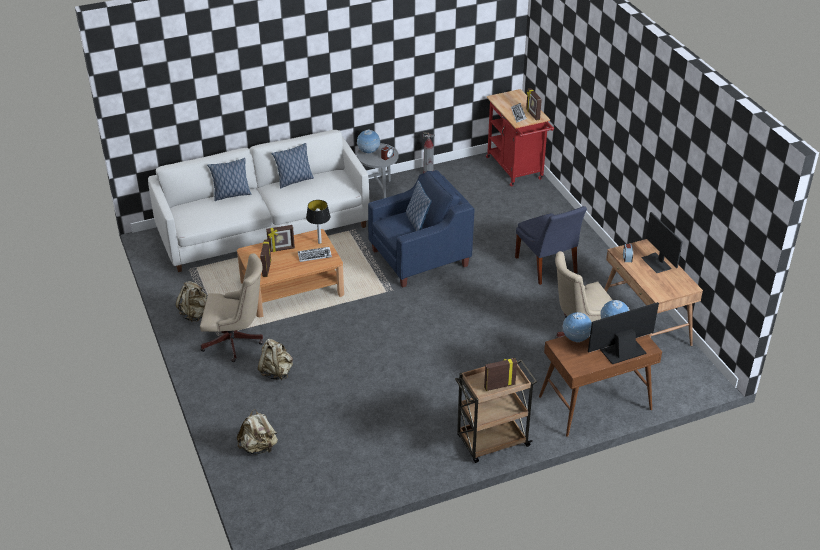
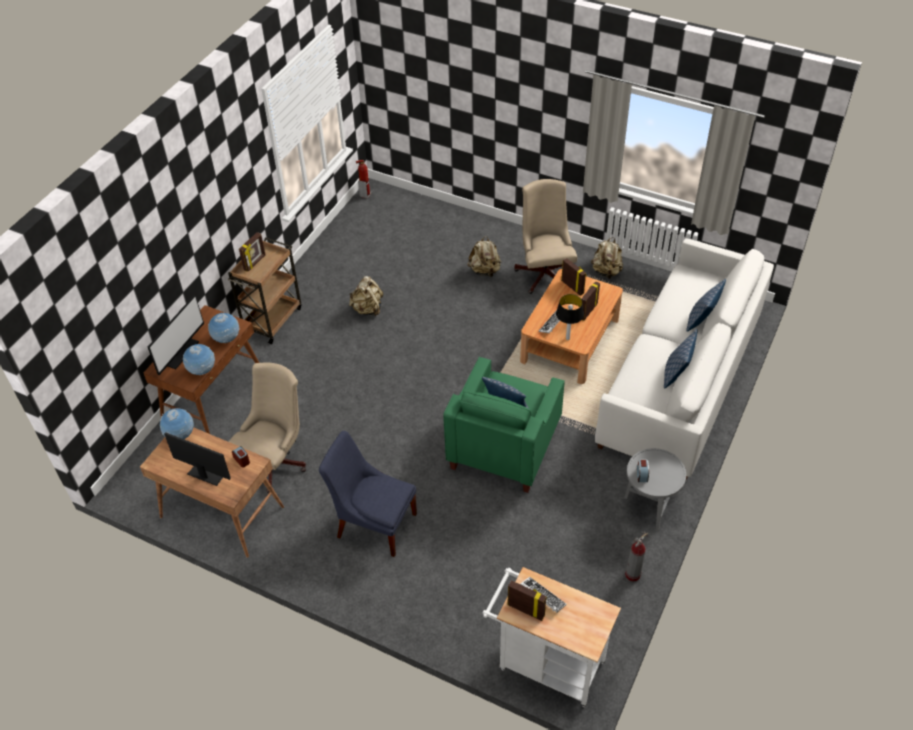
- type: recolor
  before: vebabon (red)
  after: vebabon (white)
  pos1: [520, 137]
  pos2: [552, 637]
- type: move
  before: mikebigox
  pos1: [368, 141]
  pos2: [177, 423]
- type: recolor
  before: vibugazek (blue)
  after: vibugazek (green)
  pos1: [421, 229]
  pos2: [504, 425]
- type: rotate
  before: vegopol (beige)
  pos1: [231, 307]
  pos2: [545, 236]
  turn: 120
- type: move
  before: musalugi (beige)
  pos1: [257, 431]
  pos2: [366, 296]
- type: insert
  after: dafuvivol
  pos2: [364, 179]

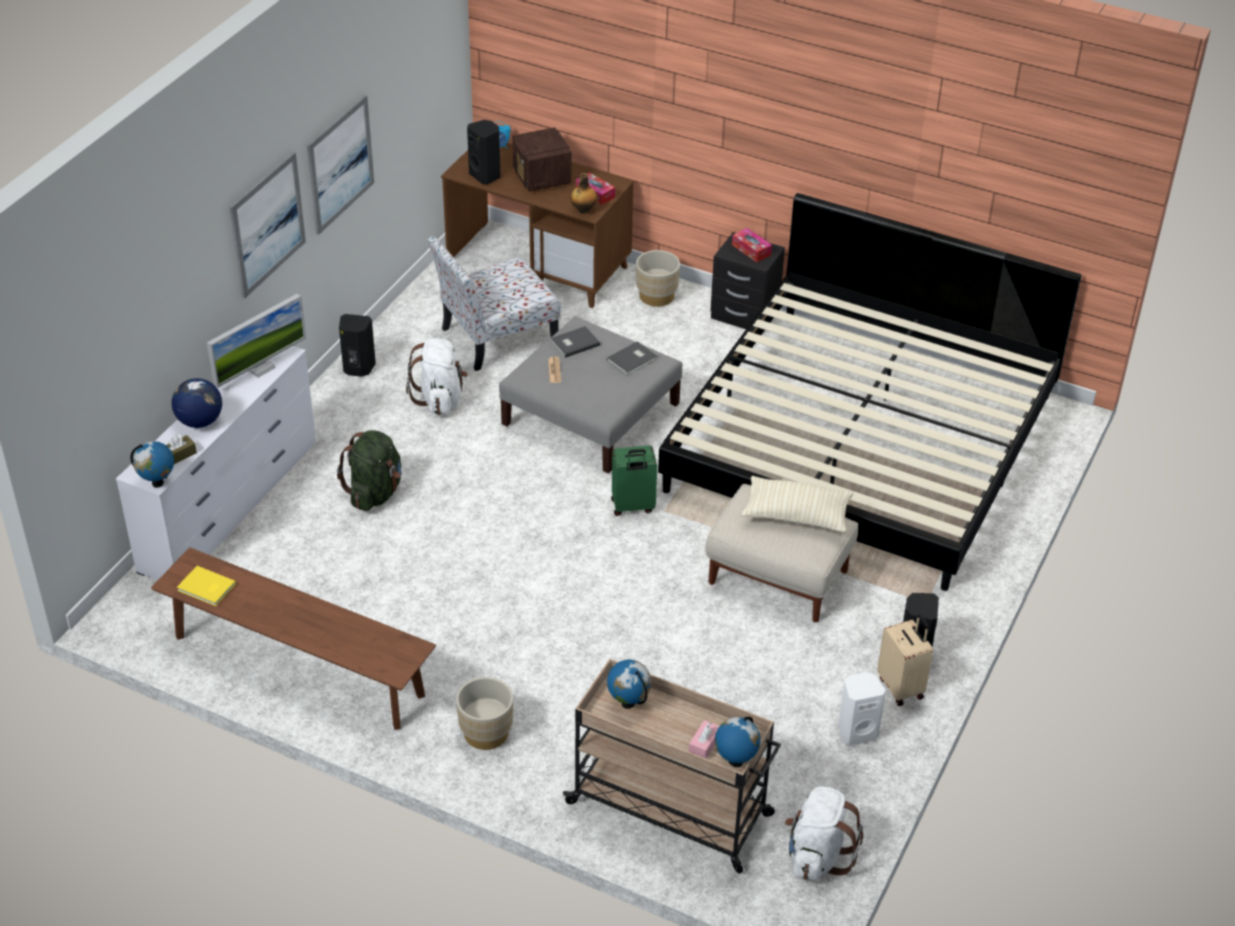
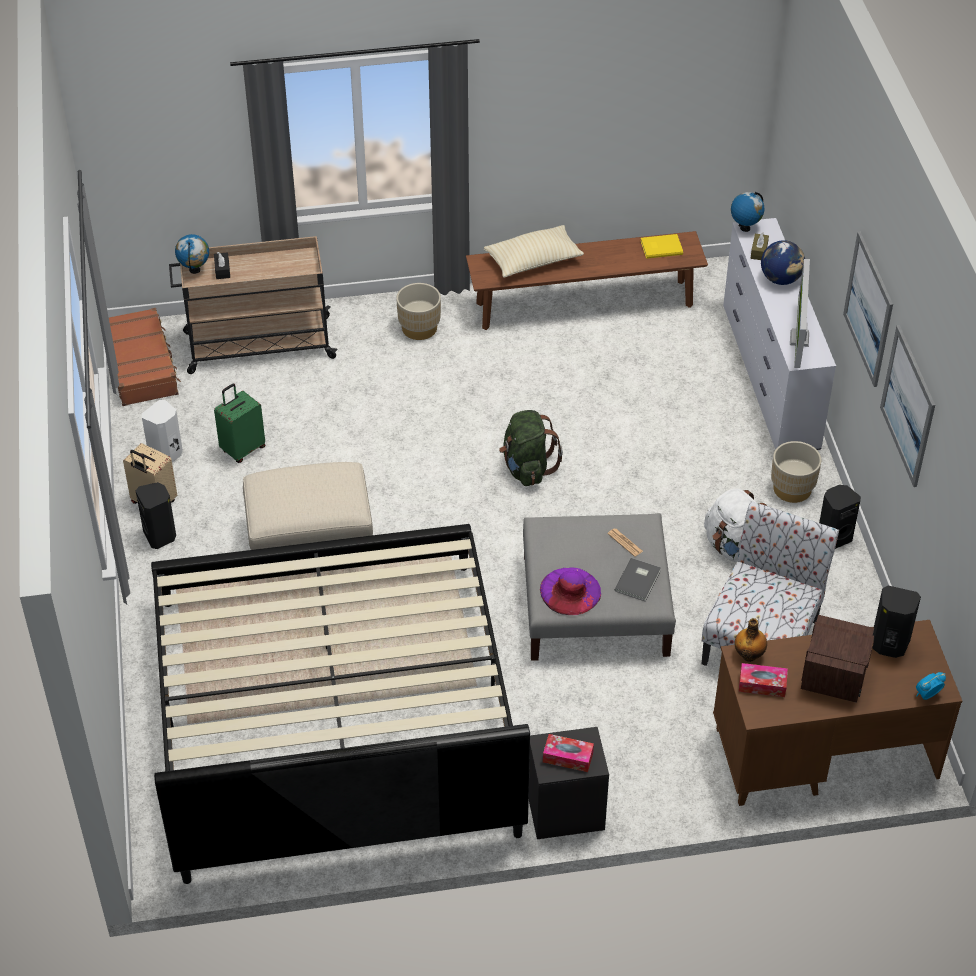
- type: rotate
  before: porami
  pos1: [542, 159]
  pos2: [837, 659]
  turn: 75
- type: move
  before: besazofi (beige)
  pos1: [658, 278]
  pos2: [796, 472]
- type: replace
  before: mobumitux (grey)
  after: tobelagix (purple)
  pos1: [632, 358]
  pos2: [570, 591]
- type: move
  before: musalugi (green)
  pos1: [369, 470]
  pos2: [531, 448]
- type: move
  before: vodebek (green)
  pos1: [634, 481]
  pos2: [239, 423]
- type: move
  before: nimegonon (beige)
  pos1: [797, 504]
  pos2: [534, 251]
- type: delete
  before: mikebigox
  pos1: [629, 684]
- type: recolor
  before: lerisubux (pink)
  after: lerisubux (black)
  pos1: [704, 739]
  pos2: [222, 265]
- type: replace
  before: musalugi (white)
  after: vodebek (brown)
  pos1: [824, 834]
  pos2: [145, 357]

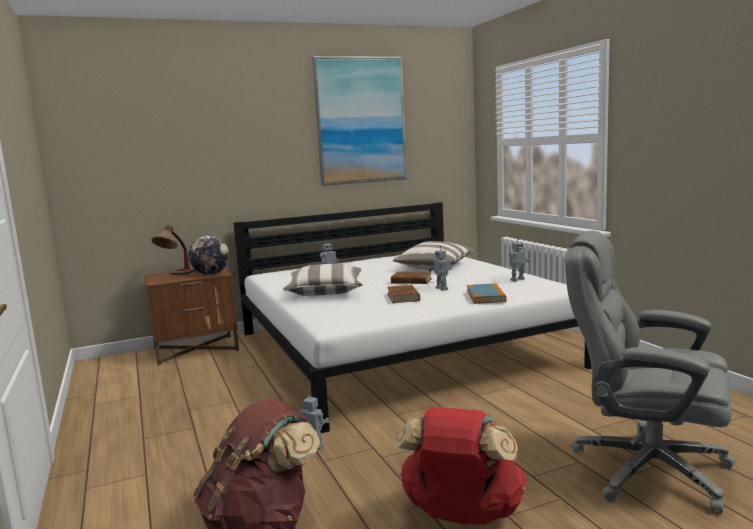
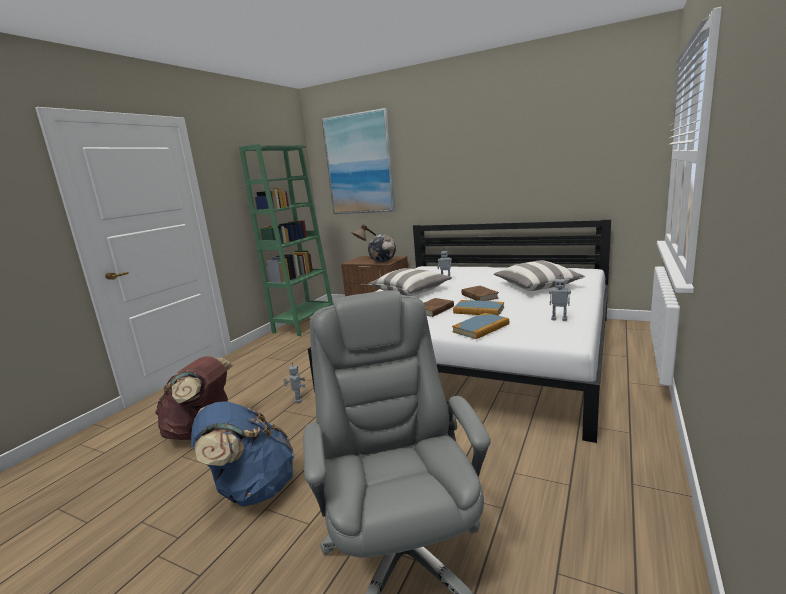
- type: move
  before: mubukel
  pos1: [359, 121]
  pos2: [358, 161]
- type: replace
  before: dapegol
  after: mobumitux
  pos1: [440, 268]
  pos2: [478, 308]
- type: recolor
  before: musalugi (red)
  after: musalugi (blue)
  pos1: [461, 466]
  pos2: [242, 454]
- type: insert
  after: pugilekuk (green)
  pos2: [286, 240]

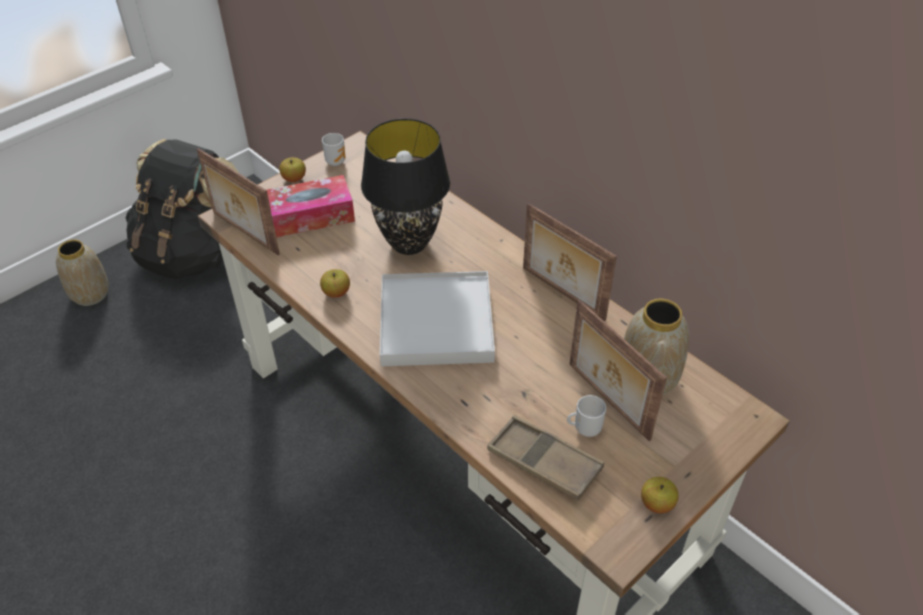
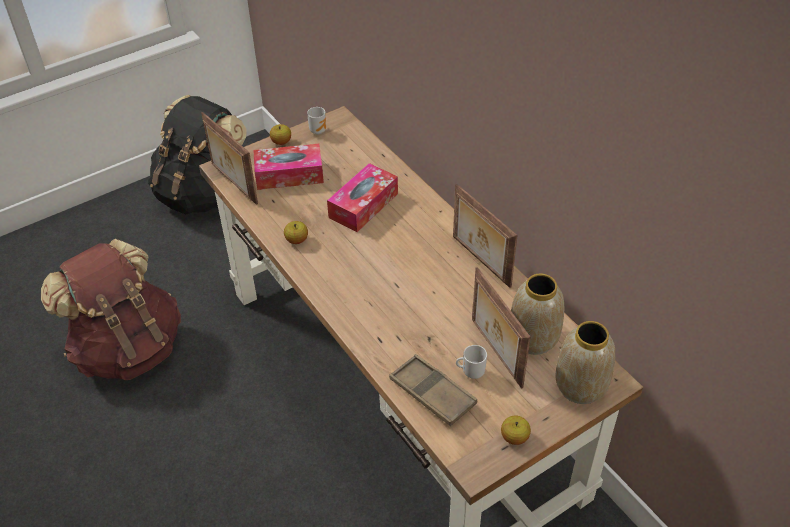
- type: replace
  before: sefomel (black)
  after: lerisubux
  pos1: [405, 186]
  pos2: [362, 197]
- type: move
  before: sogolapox
  pos1: [82, 273]
  pos2: [585, 362]
- type: delete
  before: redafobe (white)
  pos1: [437, 318]
- type: insert
  after: musalugi (brown)
  pos2: [111, 309]

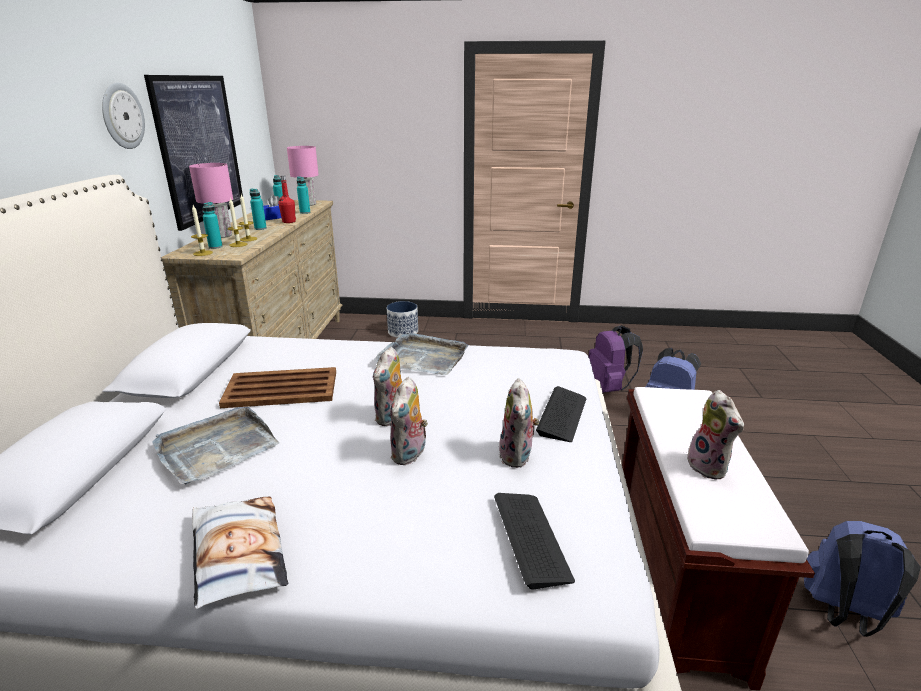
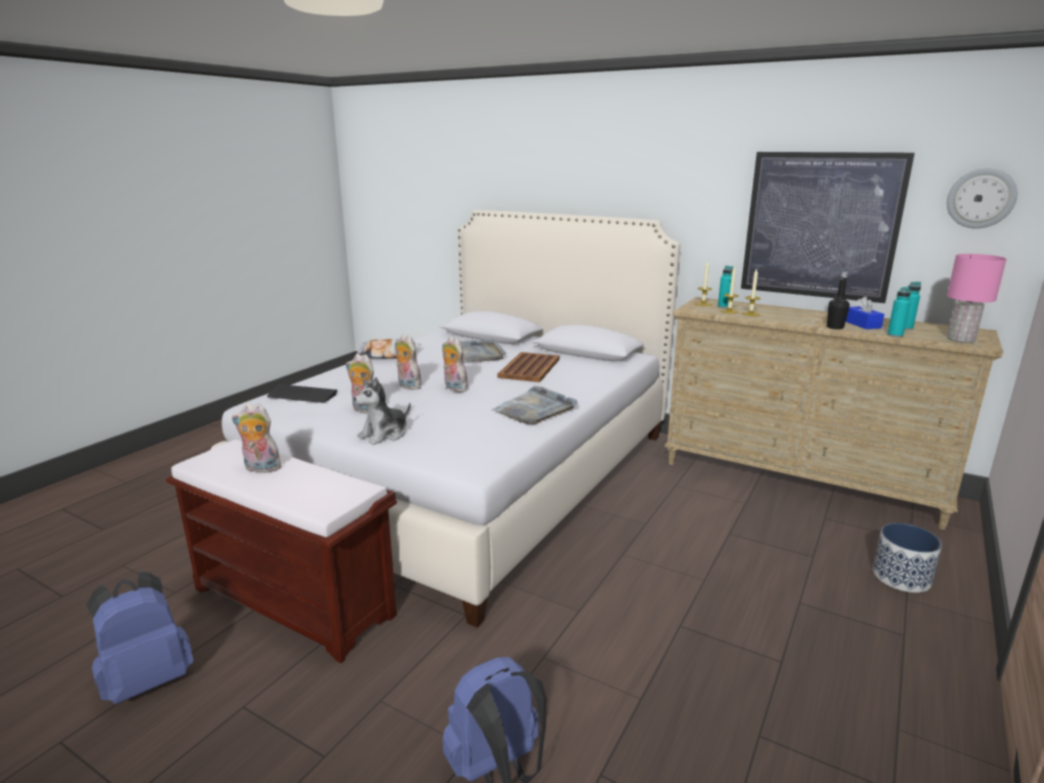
- type: move
  before: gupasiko
  pos1: [123, 116]
  pos2: [982, 198]
- type: delete
  before: sefomel (pink)
  pos1: [211, 200]
- type: recolor
  before: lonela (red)
  after: lonela (black)
  pos1: [287, 199]
  pos2: [838, 300]
- type: delete
  before: lonela (turquoise)
  pos1: [258, 209]
- type: delete
  before: musalugi (purple)
  pos1: [616, 359]
- type: replace
  before: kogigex
  after: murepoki
  pos1: [561, 414]
  pos2: [382, 411]

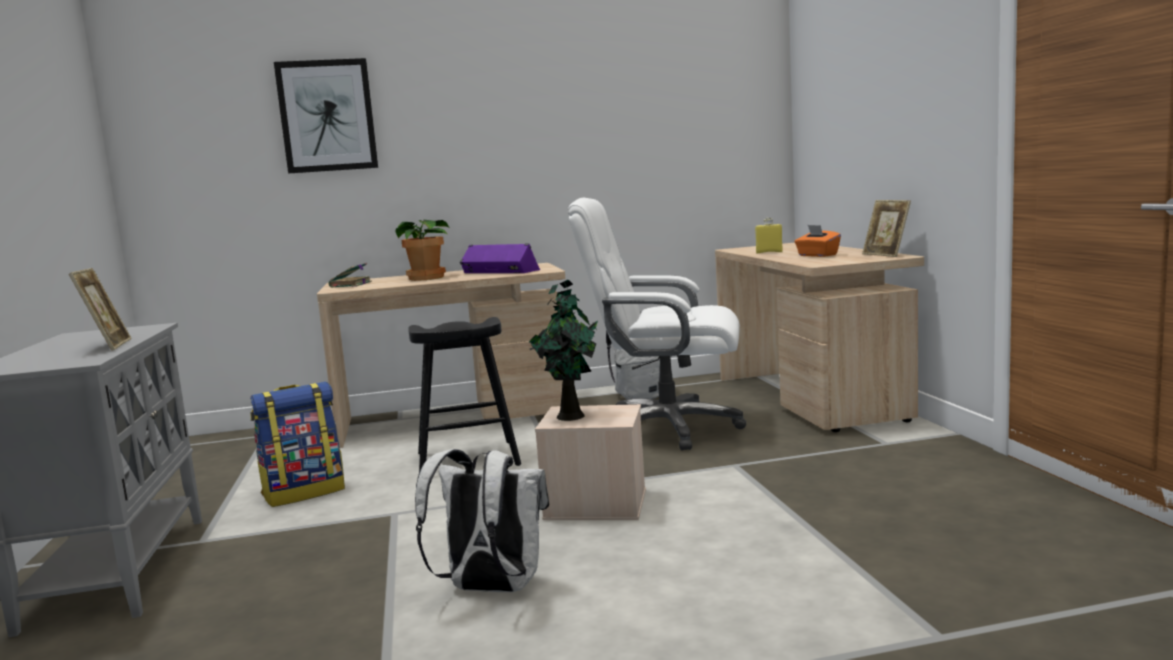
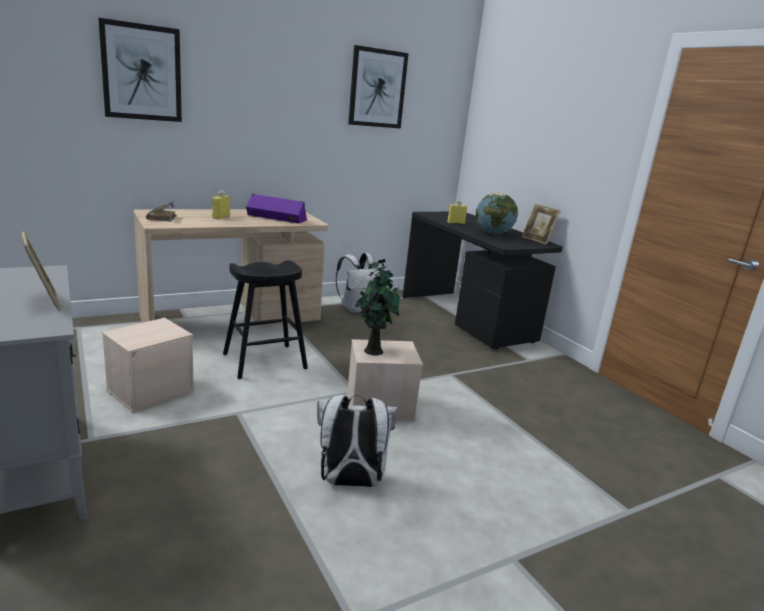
- type: delete
  before: vegopol (white)
  pos1: [657, 324]
- type: replace
  before: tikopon
  after: lonela (yellow)
  pos1: [422, 250]
  pos2: [221, 205]
- type: replace
  before: lerisubux (orange)
  after: mikebigox
  pos1: [818, 241]
  pos2: [497, 213]
- type: recolor
  before: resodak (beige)
  after: resodak (black)
  pos1: [819, 337]
  pos2: [483, 280]
- type: replace
  before: musalugi
  after: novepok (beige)
  pos1: [297, 444]
  pos2: [148, 365]
- type: insert
  after: mubukel
  pos2: [378, 87]

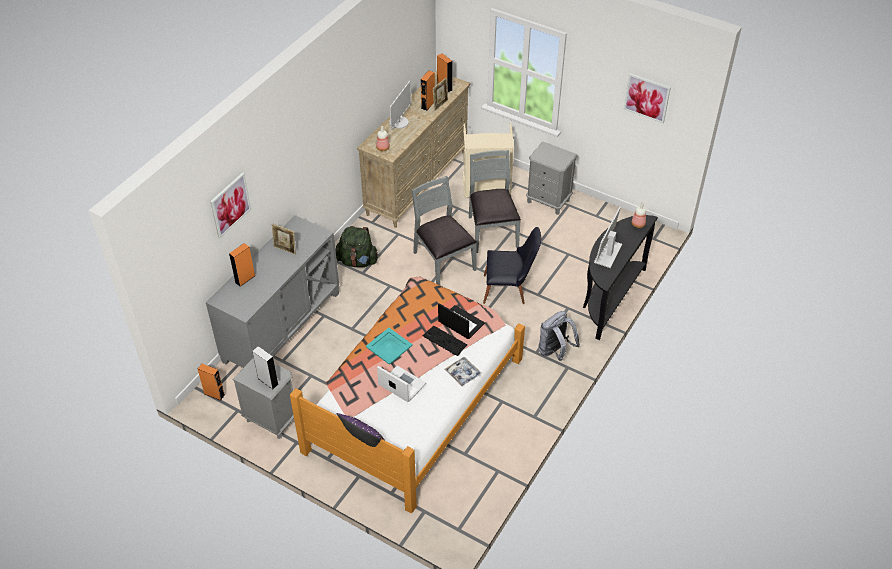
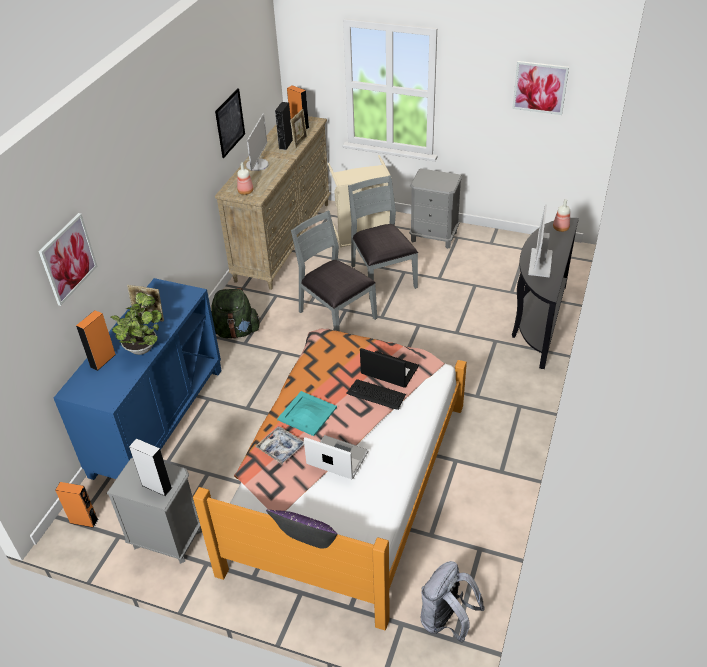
- type: recolor
  before: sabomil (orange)
  after: sabomil (black)
  pos1: [427, 90]
  pos2: [284, 126]
- type: recolor
  before: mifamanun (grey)
  after: mifamanun (blue)
  pos1: [272, 291]
  pos2: [137, 379]
- type: delete
  before: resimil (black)
  pos1: [512, 265]
- type: move
  before: musalugi (grey)
  pos1: [559, 336]
  pos2: [452, 602]
- type: move
  before: redafobe
  pos1: [463, 371]
  pos2: [279, 445]
- type: insert
  after: mubukel
  pos2: [230, 123]
- type: insert
  after: tikopon
  pos2: [136, 323]

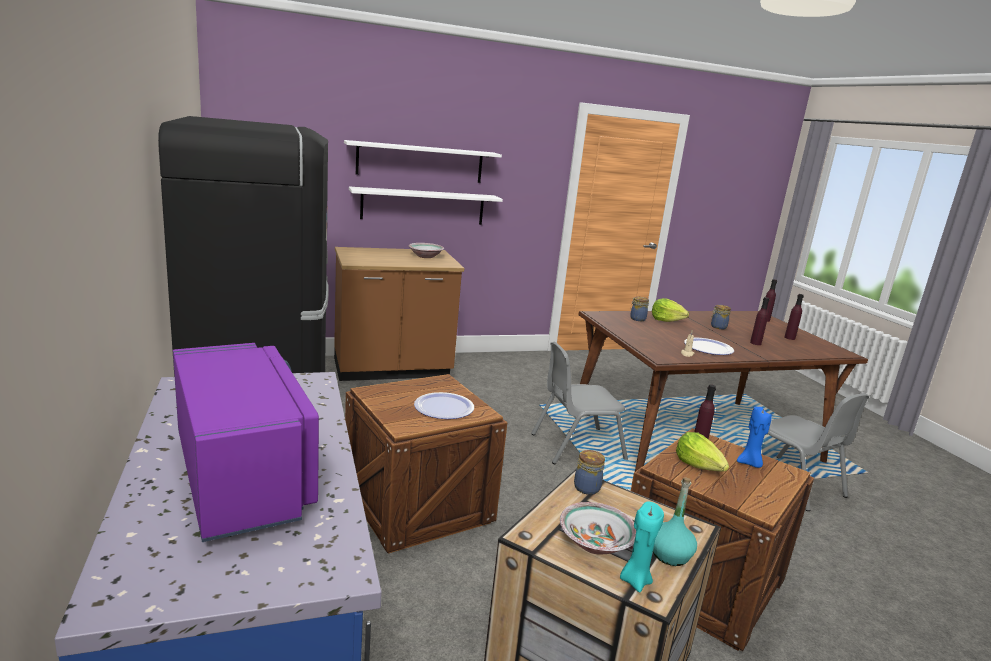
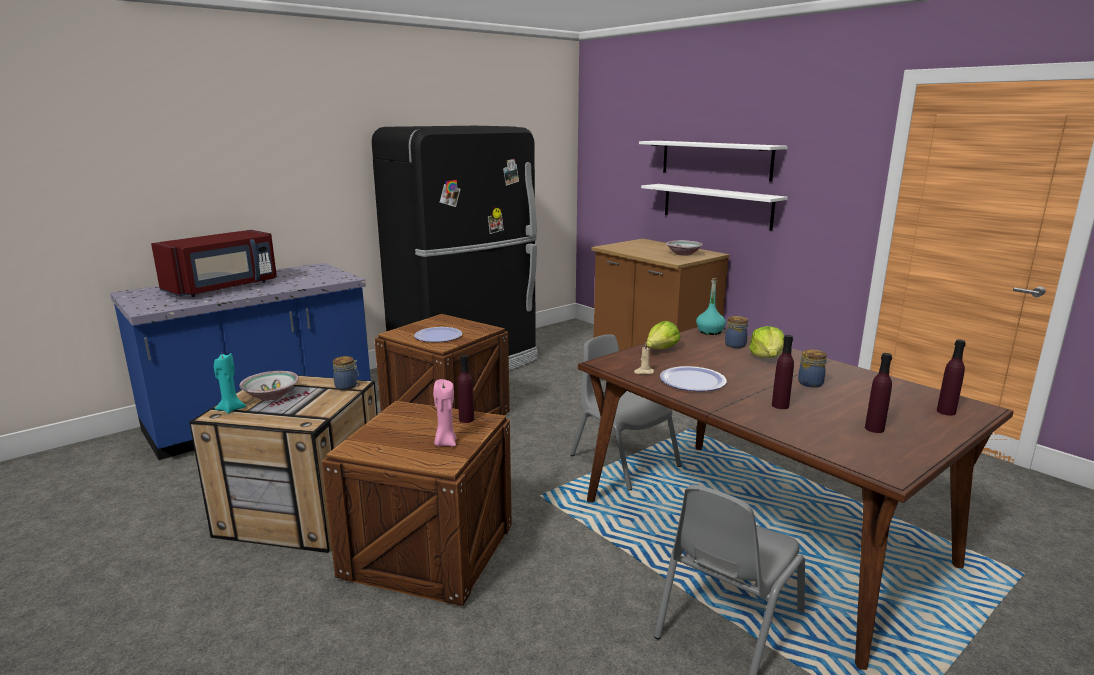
- type: recolor
  before: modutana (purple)
  after: modutana (red)
  pos1: [246, 442]
  pos2: [214, 263]
- type: recolor
  before: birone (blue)
  after: birone (pink)
  pos1: [754, 437]
  pos2: [445, 413]
- type: move
  before: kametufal
  pos1: [702, 452]
  pos2: [663, 335]
- type: move
  before: lonela (turquoise)
  pos1: [675, 521]
  pos2: [711, 306]

